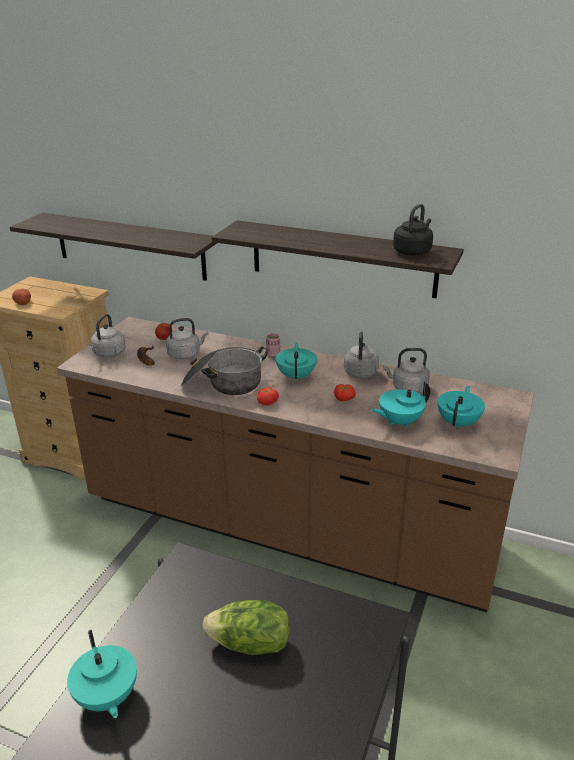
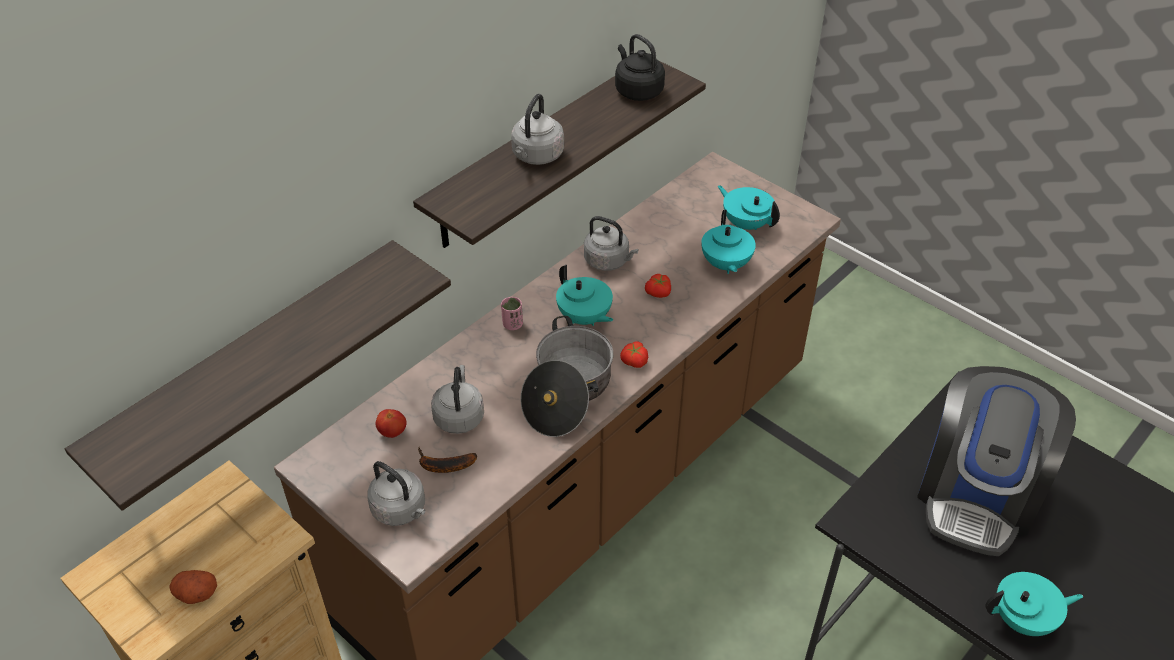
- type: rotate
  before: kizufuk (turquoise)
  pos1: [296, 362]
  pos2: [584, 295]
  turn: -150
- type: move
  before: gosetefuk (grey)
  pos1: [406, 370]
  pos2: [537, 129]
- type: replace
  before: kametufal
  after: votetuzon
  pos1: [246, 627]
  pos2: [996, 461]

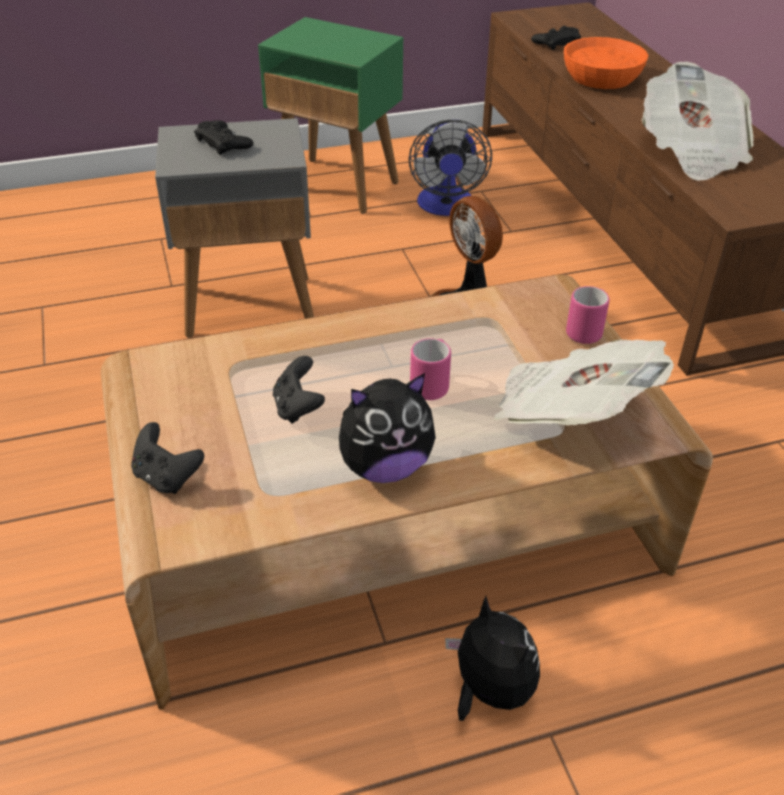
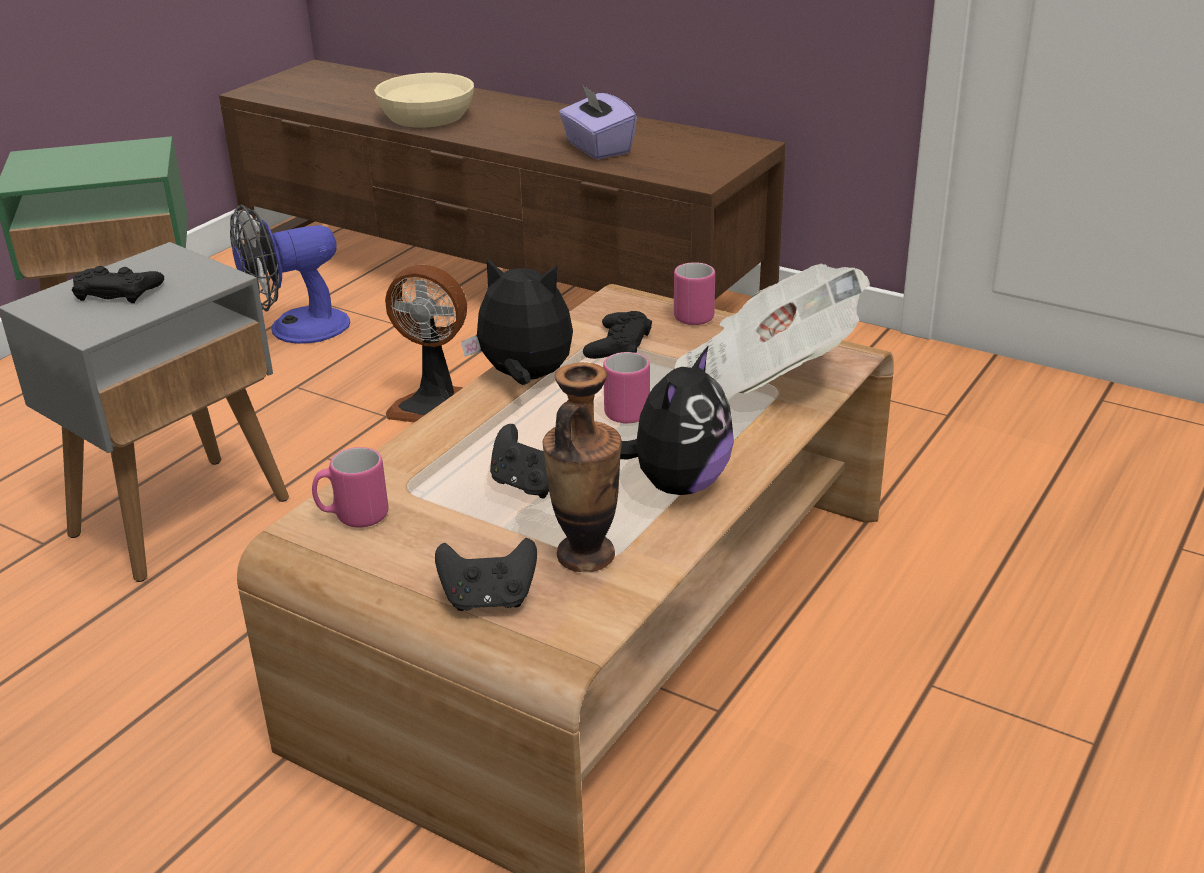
- type: move
  before: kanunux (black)
  pos1: [556, 38]
  pos2: [617, 335]
- type: recolor
  before: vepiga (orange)
  after: vepiga (beige)
  pos1: [606, 63]
  pos2: [424, 100]
- type: replace
  before: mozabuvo
  after: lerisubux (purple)
  pos1: [698, 121]
  pos2: [598, 122]
- type: rotate
  before: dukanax
  pos1: [450, 168]
  pos2: [290, 274]
  turn: 105
- type: move
  before: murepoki
  pos1: [492, 658]
  pos2: [517, 321]
- type: insert
  after: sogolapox
  pos2: [582, 467]
- type: insert
  after: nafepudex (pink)
  pos2: [350, 487]

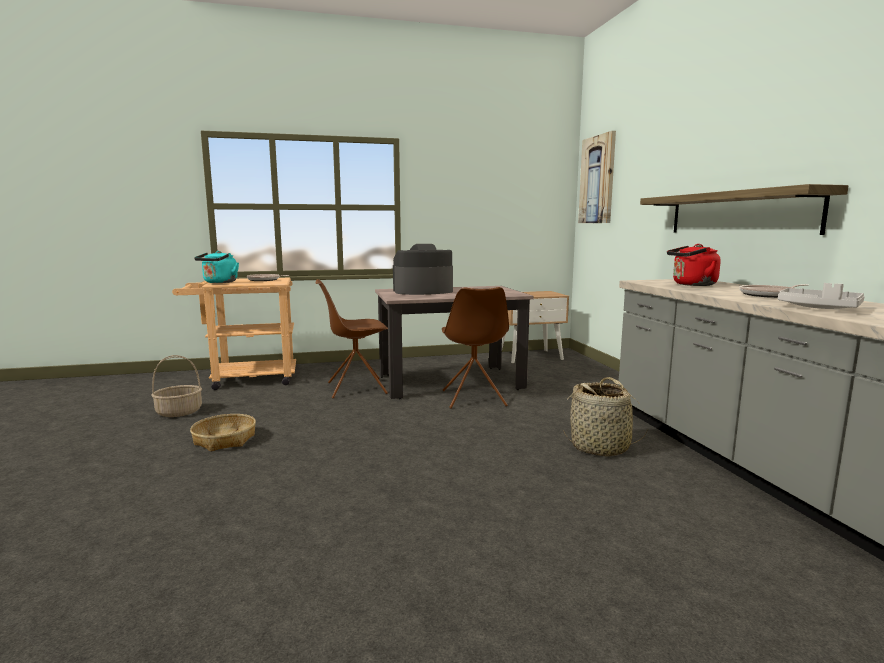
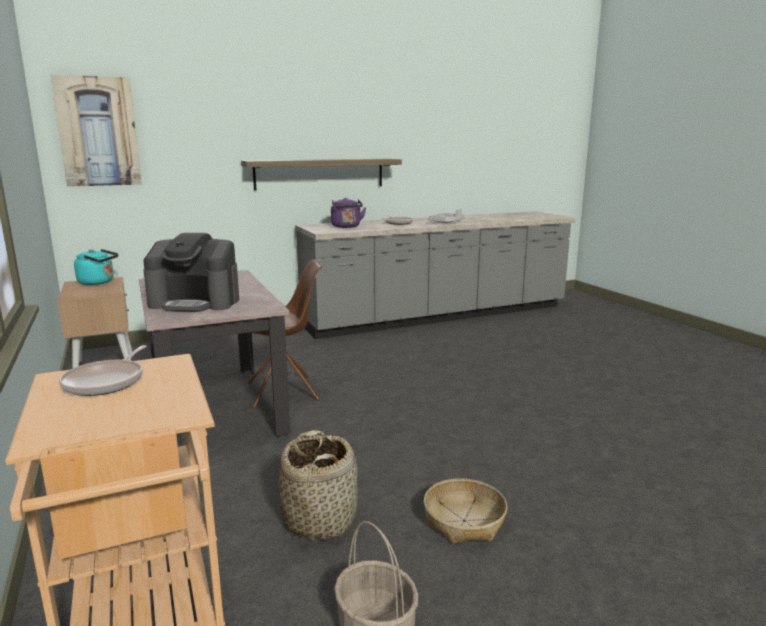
- type: rotate
  before: votetuzon
  pos1: [423, 269]
  pos2: [191, 272]
  turn: -60
- type: recolor
  before: gosetefuk (red)
  after: gosetefuk (purple)
  pos1: [694, 265]
  pos2: [348, 213]
- type: move
  before: gosetefuk (turquoise)
  pos1: [216, 267]
  pos2: [96, 267]
- type: delete
  before: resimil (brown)
  pos1: [352, 339]
- type: move
  before: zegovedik
  pos1: [605, 417]
  pos2: [318, 486]

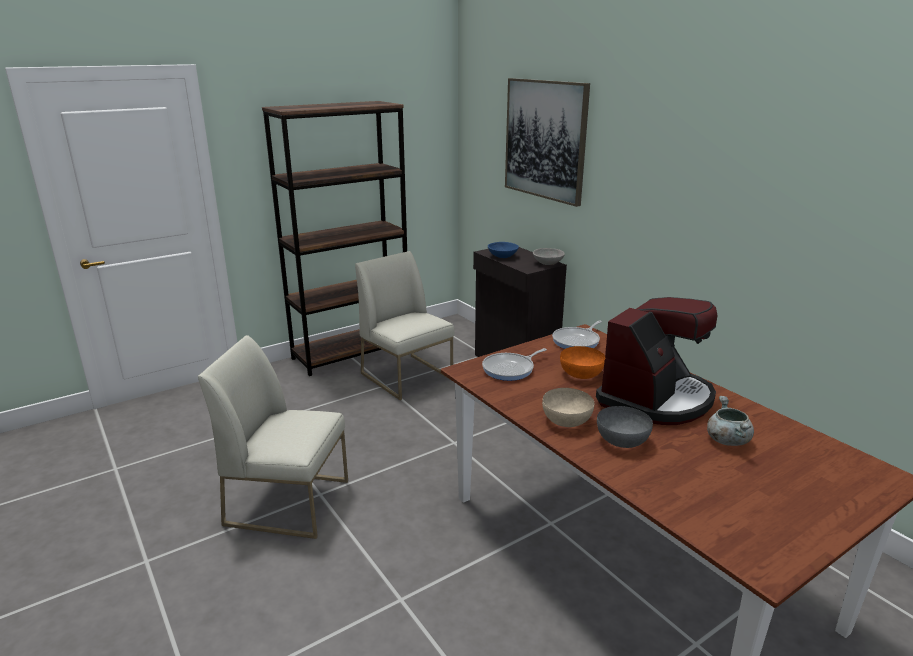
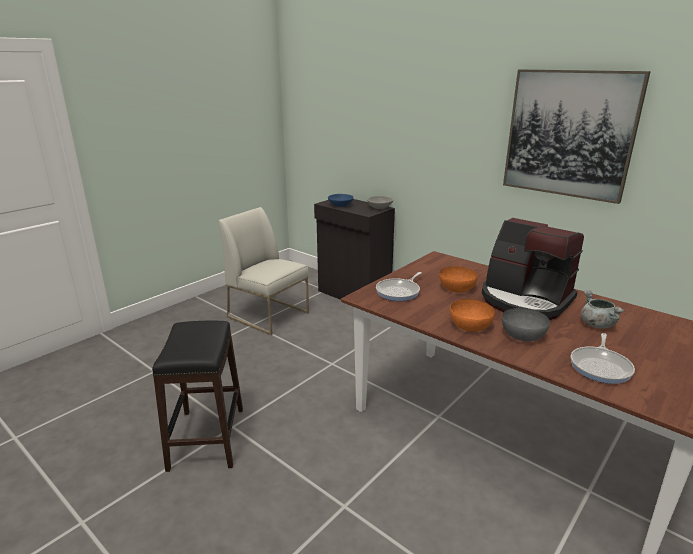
- type: move
  before: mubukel
  pos1: [547, 142]
  pos2: [577, 136]
- type: delete
  before: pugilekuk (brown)
  pos1: [334, 238]
- type: rotate
  before: votetuzon
  pos1: [657, 361]
  pos2: [533, 269]
  turn: 105
- type: move
  before: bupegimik
  pos1: [577, 335]
  pos2: [603, 358]
- type: replace
  before: resimil (white)
  after: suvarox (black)
  pos1: [273, 437]
  pos2: [197, 396]
- type: recolor
  before: vepiga (beige)
  after: vepiga (orange)
  pos1: [568, 407]
  pos2: [472, 315]

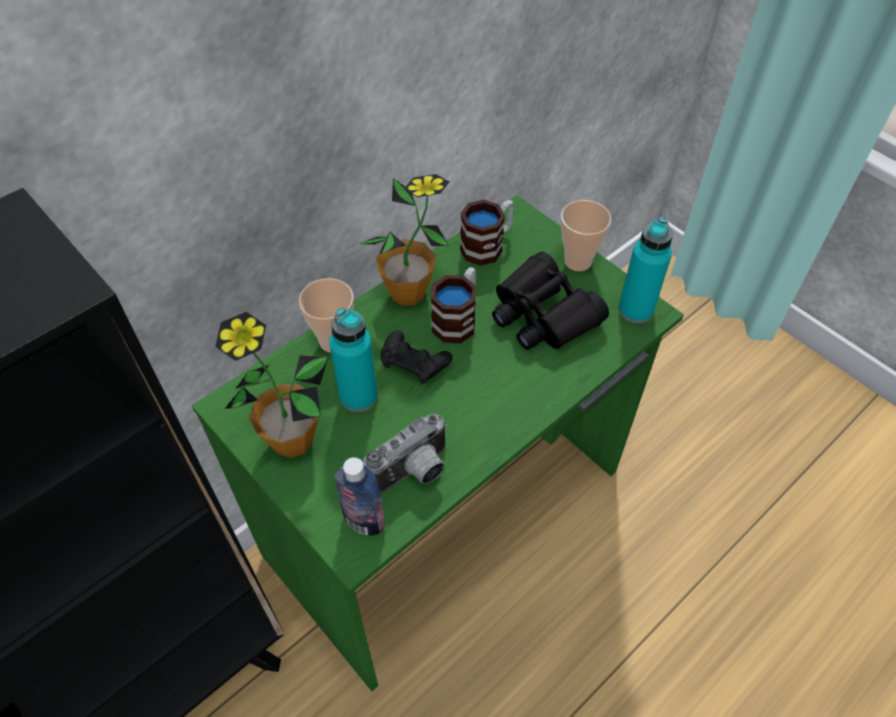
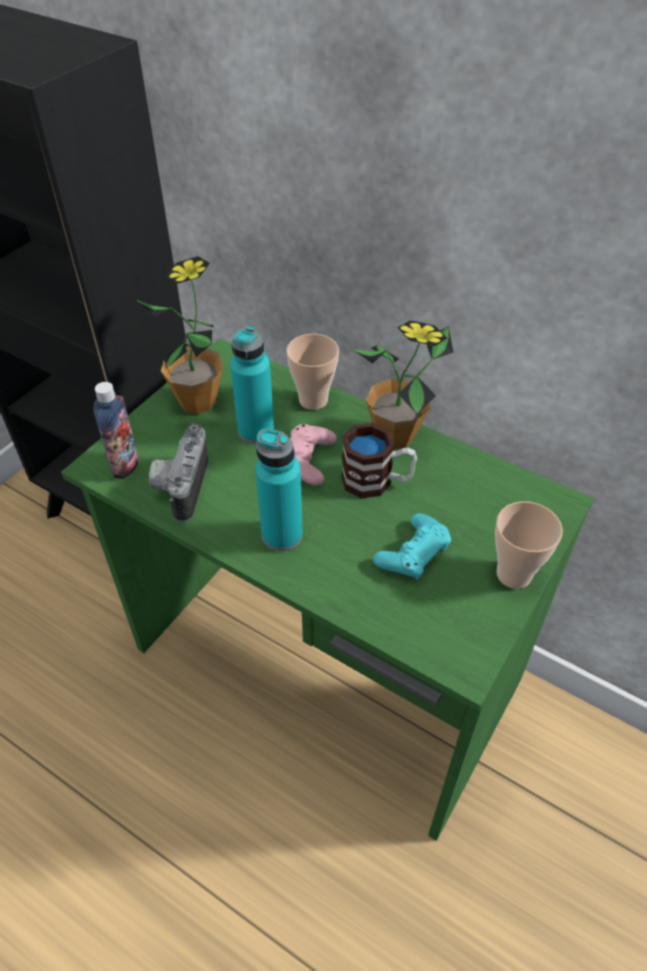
- type: delete
  before: nafepudex
  pos1: [487, 233]
- type: move
  before: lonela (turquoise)
  pos1: [645, 270]
  pos2: [279, 489]
- type: replace
  before: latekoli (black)
  after: kanunux (turquoise)
  pos1: [550, 301]
  pos2: [412, 546]
- type: recolor
  before: kanunux (black)
  after: kanunux (pink)
  pos1: [417, 357]
  pos2: [313, 455]
- type: rotate
  before: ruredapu
  pos1: [405, 454]
  pos2: [178, 472]
  turn: 60

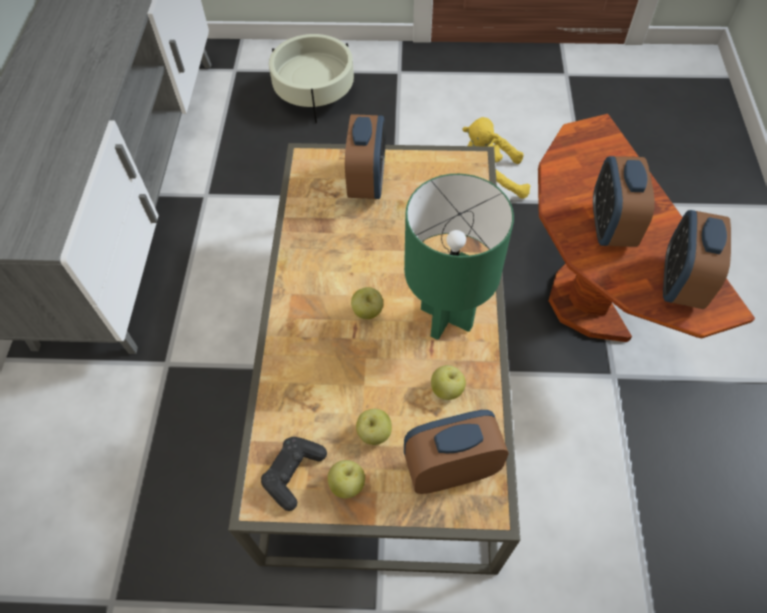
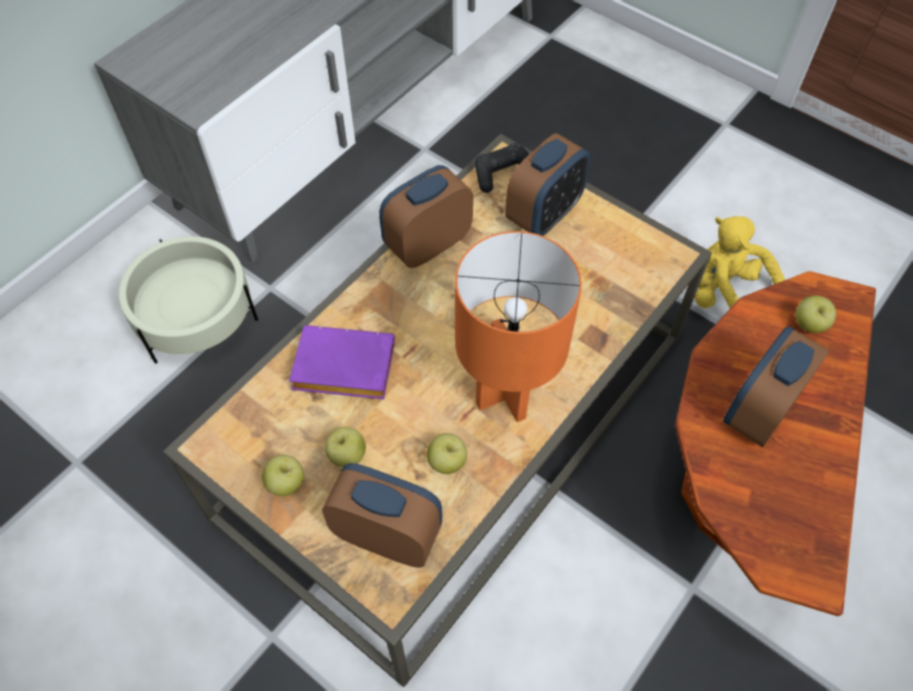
- type: move
  before: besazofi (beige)
  pos1: [311, 78]
  pos2: [188, 300]
- type: recolor
  before: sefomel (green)
  after: sefomel (orange)
  pos1: [459, 257]
  pos2: [518, 326]
- type: move
  before: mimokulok
  pos1: [697, 259]
  pos2: [426, 216]
- type: move
  before: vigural
  pos1: [367, 303]
  pos2: [816, 314]
- type: move
  before: kanunux (black)
  pos1: [294, 474]
  pos2: [502, 168]
- type: insert
  after: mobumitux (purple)
  pos2: [342, 362]

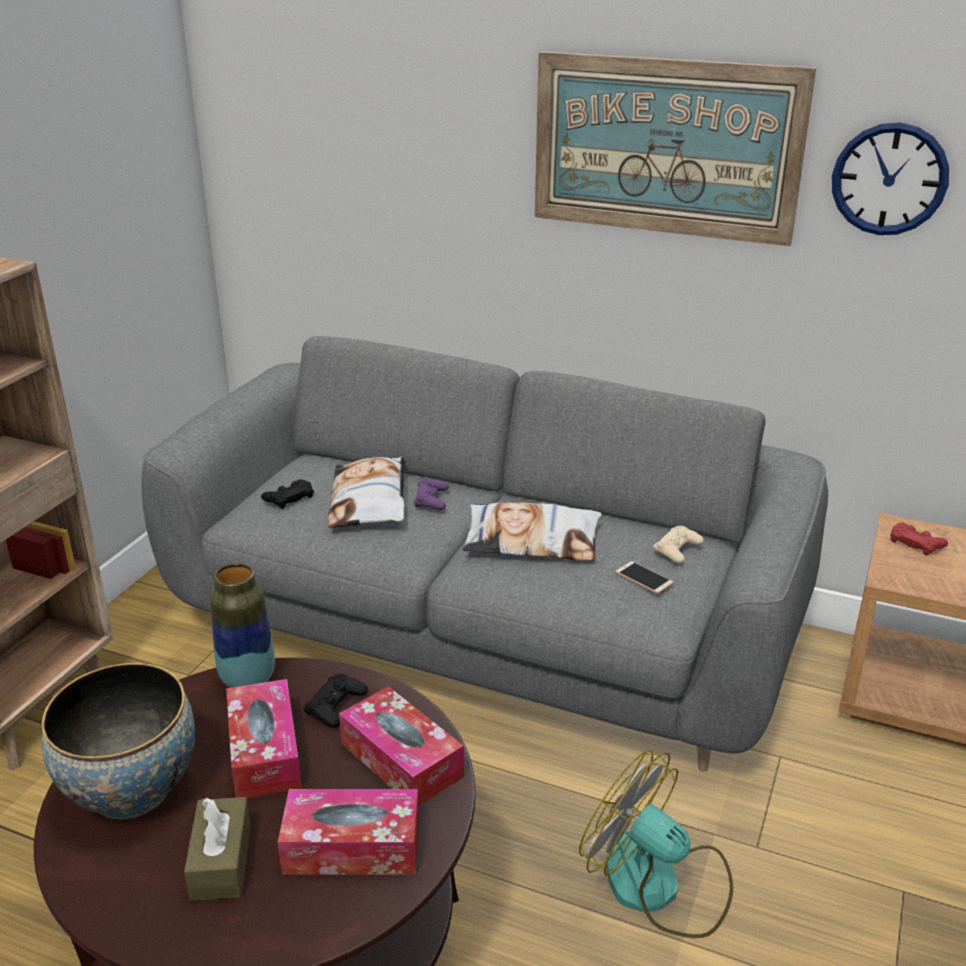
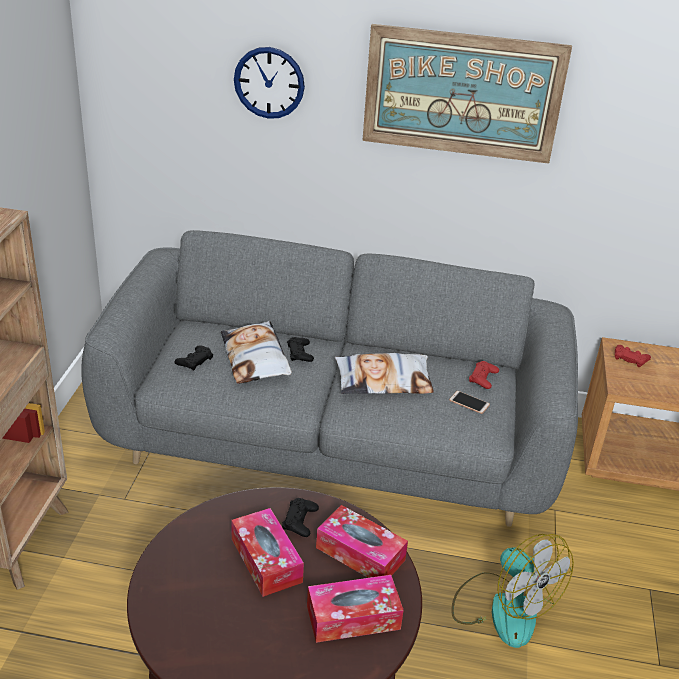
- type: move
  before: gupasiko
  pos1: [890, 178]
  pos2: [269, 83]
- type: recolor
  before: kanunux (purple)
  after: kanunux (black)
  pos1: [431, 494]
  pos2: [300, 349]
- type: recolor
  before: kanunux (beige)
  after: kanunux (red)
  pos1: [678, 544]
  pos2: [484, 375]
- type: delete
  before: sogolapox
  pos1: [242, 625]
- type: delete
  before: vepiga
  pos1: [118, 741]
- type: rotate
  before: dukanax
  pos1: [656, 844]
  pos2: [512, 591]
  turn: -150
- type: delete
  before: lerisubux (brown)
  pos1: [217, 849]

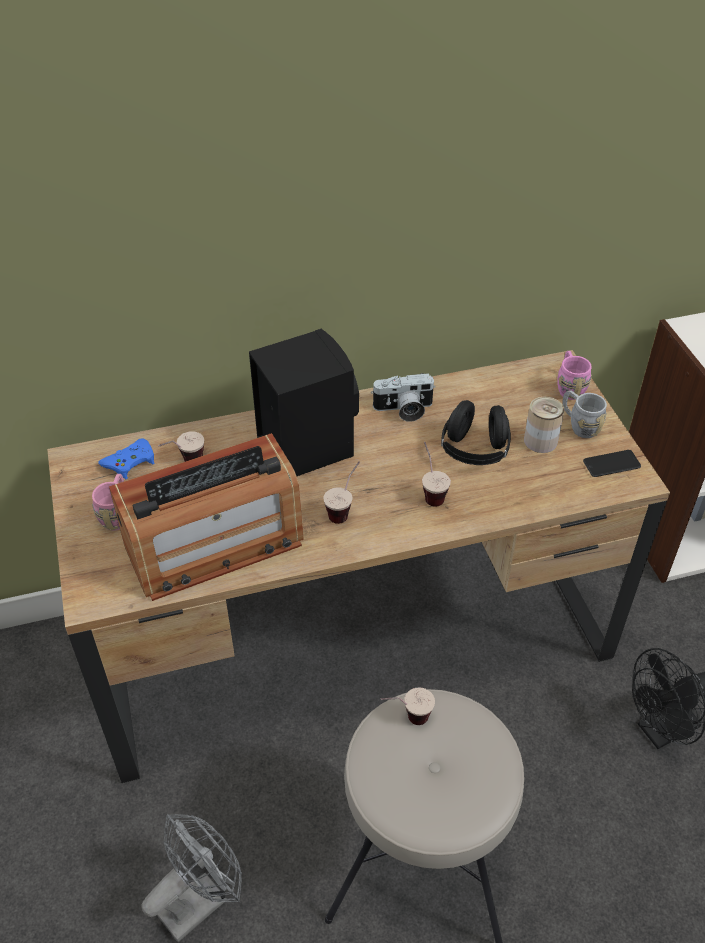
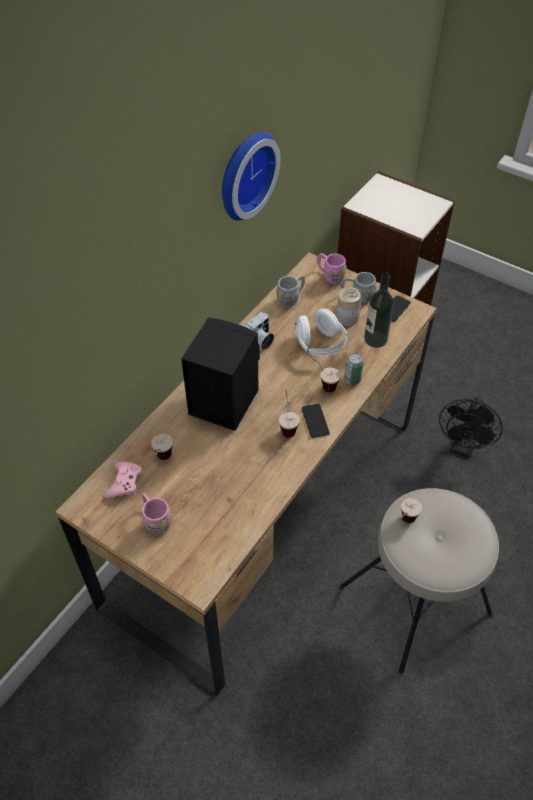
- type: recolor
  before: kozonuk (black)
  after: kozonuk (white)
  pos1: [476, 432]
  pos2: [321, 332]
- type: delete
  before: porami
  pos1: [206, 517]
- type: recolor
  before: kanunux (blue)
  after: kanunux (pink)
  pos1: [126, 458]
  pos2: [123, 479]
- type: delete
  before: dukanax (grey)
  pos1: [192, 878]
- type: insert
  after: gupasiko
  pos2: [251, 176]
- type: insert
  after: lonela
  pos2: [379, 310]
- type: insert
  after: nafepudex (grey)
  pos2: [290, 291]
- type: insert
  after: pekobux
  pos2: [354, 369]
- type: insert
  after: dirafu
  pos2: [316, 421]

